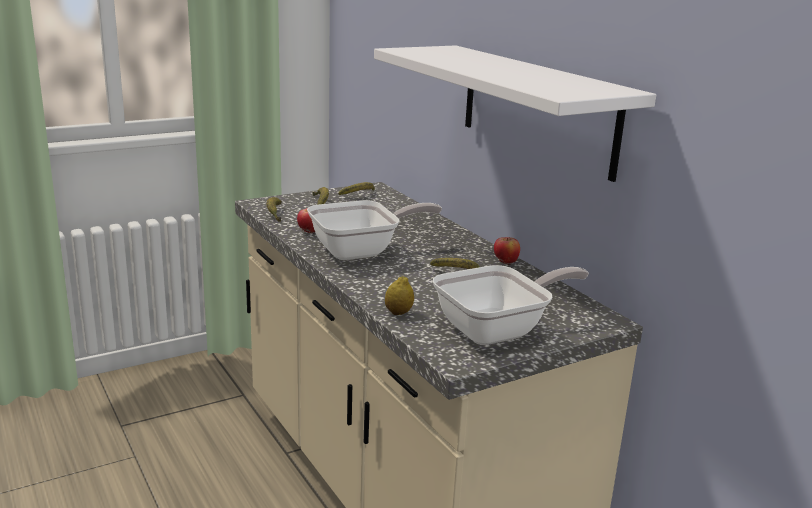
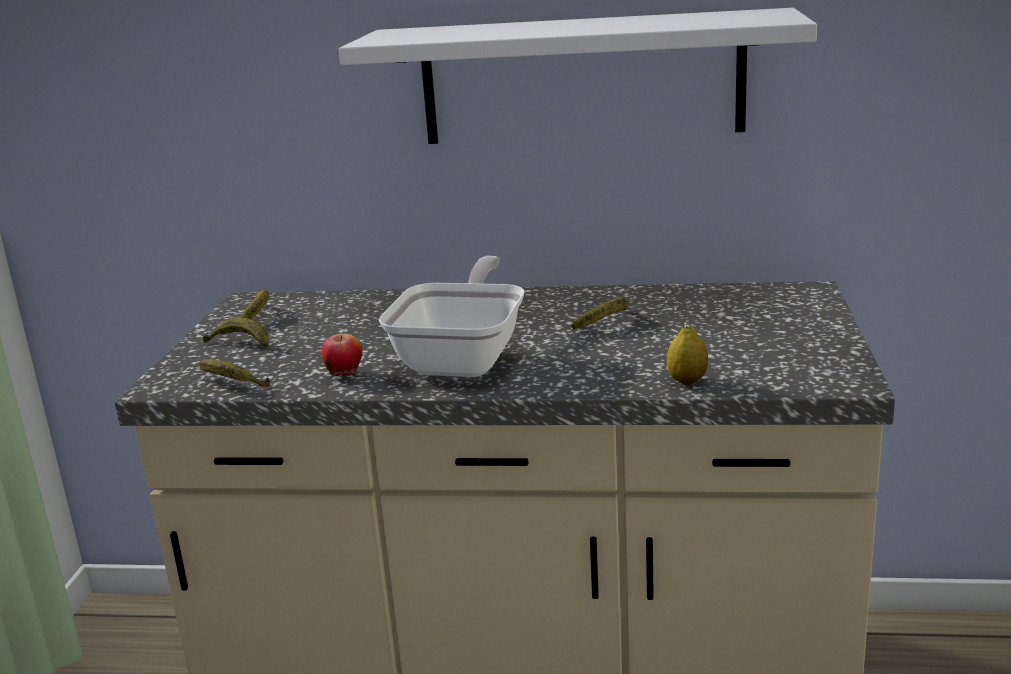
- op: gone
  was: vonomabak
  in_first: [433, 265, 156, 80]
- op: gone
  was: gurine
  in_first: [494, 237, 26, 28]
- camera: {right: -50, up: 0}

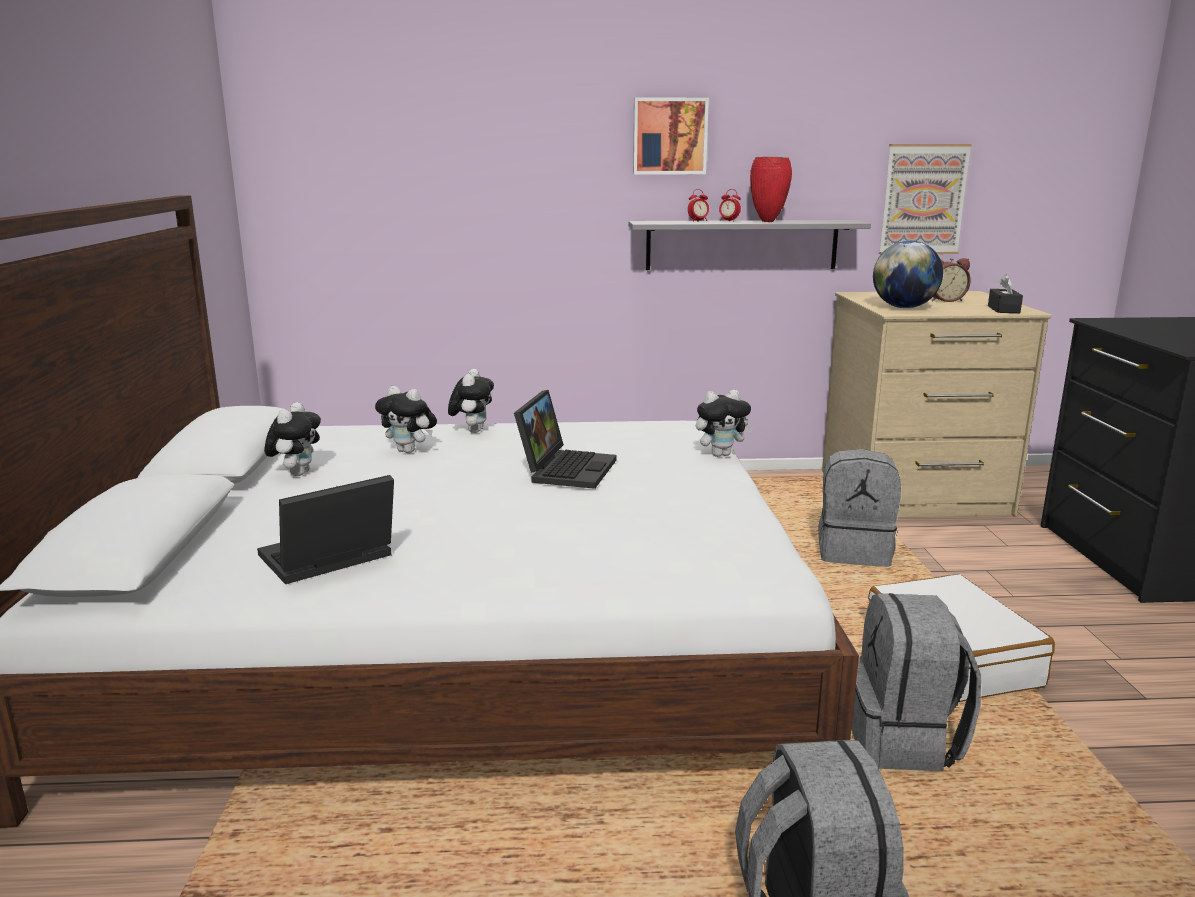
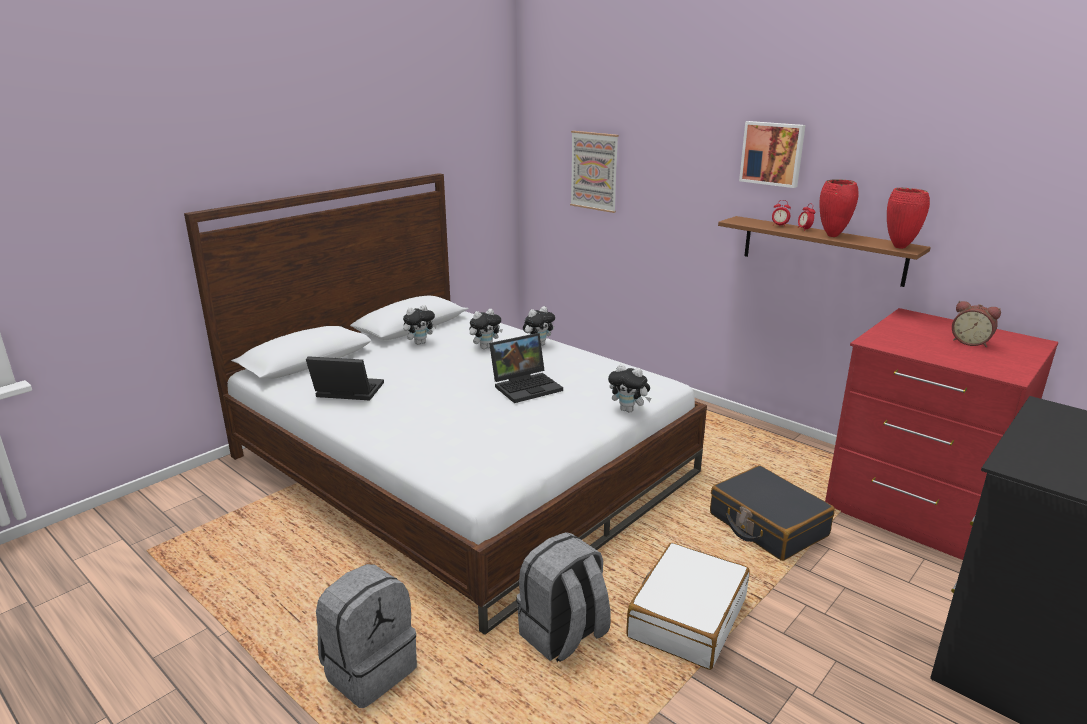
- op: rotated
  was: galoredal
  in_first: [375, 386, 62, 67]
  in_second: [470, 309, 33, 40]
  clockwise: -105
- op: repainted
  was: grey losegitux
  now: brown losegitux
  in_first: [629, 220, 242, 50]
  in_second: [718, 216, 213, 71]
- op: swapped
  was: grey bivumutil
  now: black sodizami
  in_first: [818, 449, 83, 118]
  in_second: [710, 465, 125, 96]
- op: repainted
  was: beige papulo
  now: red papulo
  in_first: [822, 291, 230, 226]
  in_second: [825, 308, 234, 252]
- op: gone
  was: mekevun
  in_first: [873, 241, 70, 67]
- op: shifted
  was: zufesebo
  in_first: [879, 144, 93, 110]
  in_second: [570, 131, 49, 82]
- op: gone
  was: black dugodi
  in_first: [988, 274, 35, 39]
- op: new
  now: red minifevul
  in_second: [887, 188, 43, 61]
- camera: {right: 45, up: 5}

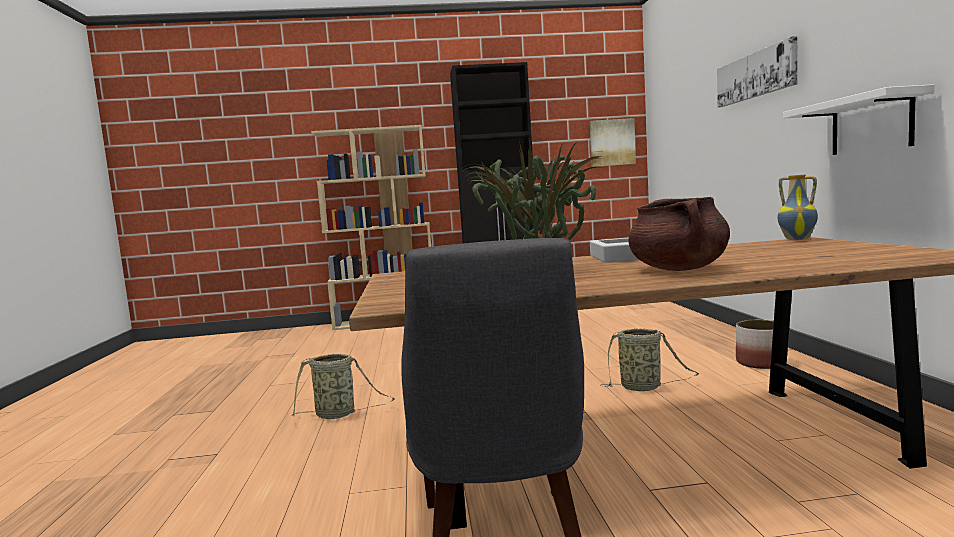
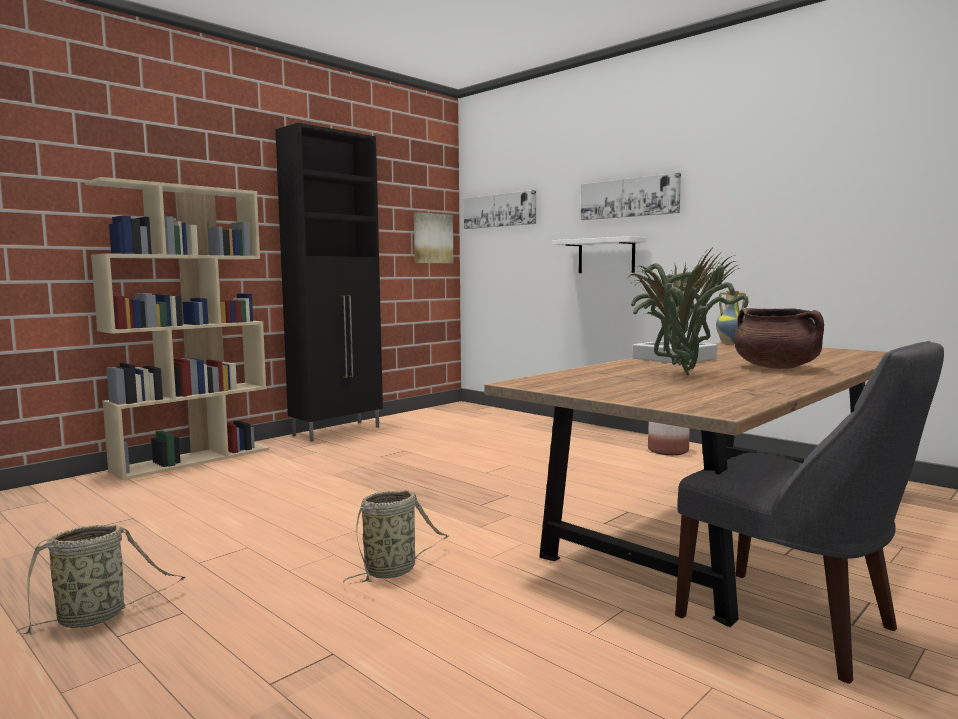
- op: shifted
  was: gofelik
  in_first: [600, 328, 99, 63]
  in_second: [16, 525, 170, 110]
- op: shifted
  was: white losegitux
  in_first: [783, 84, 152, 71]
  in_second: [552, 236, 95, 37]
- op: new
  now: zufesebo
  in_second: [464, 190, 72, 39]
- camera: {right: -40, up: 0}

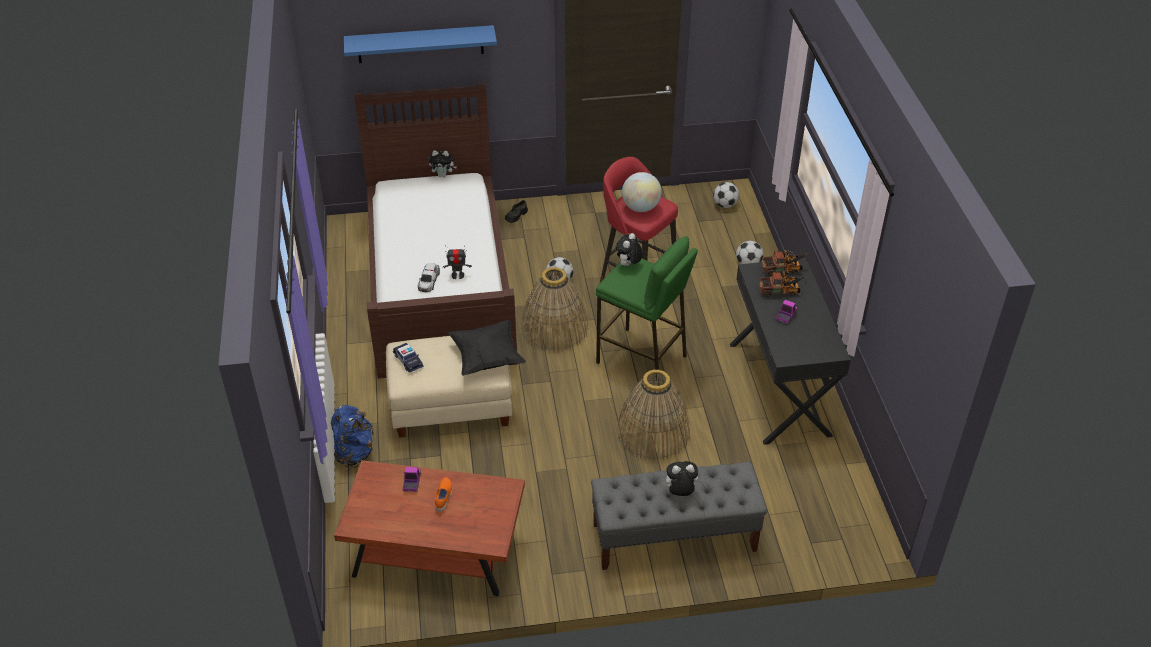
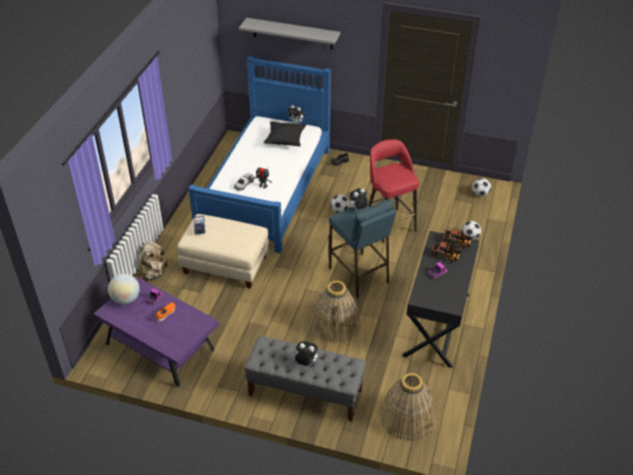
- op: repainted
  was: blue bivumutil
  now: beige bivumutil
  in_first: [331, 405, 42, 63]
  in_second: [139, 242, 29, 40]
- op: repainted
  was: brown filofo
  now: purple filofo
  in_first: [334, 460, 191, 136]
  in_second: [93, 276, 126, 111]
- op: repainted
  was: blue losegitux
  now: grey losegitux
  in_first: [344, 25, 153, 38]
  in_second: [239, 18, 101, 31]
- op: repainted
  was: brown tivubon
  now: blue tivubon
  in_first: [354, 83, 163, 296]
  in_second: [188, 56, 143, 197]
- op: shifted
  was: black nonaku
  in_first: [449, 320, 77, 56]
  in_second: [263, 121, 43, 26]
- op: shifted
  was: gofelik
  in_first: [522, 267, 66, 85]
  in_second: [380, 373, 56, 68]
- op: repainted
  was: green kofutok
  now: blue kofutok
  in_first: [596, 236, 102, 150]
  in_second: [329, 199, 67, 99]
- op: shifted
  was: mekevun
  in_first: [622, 172, 40, 40]
  in_second: [108, 274, 32, 31]
- camera: {right: 25, up: 0}

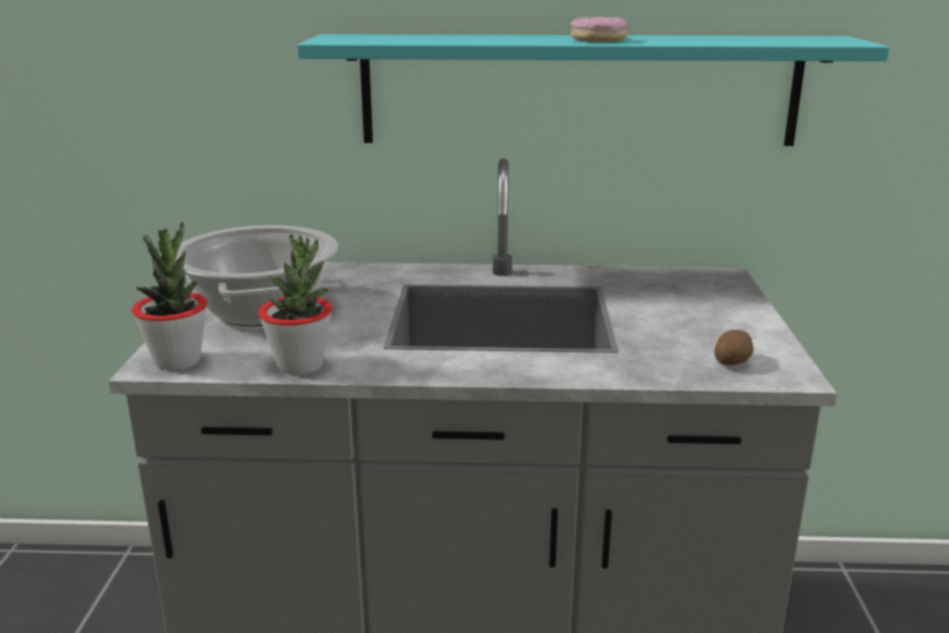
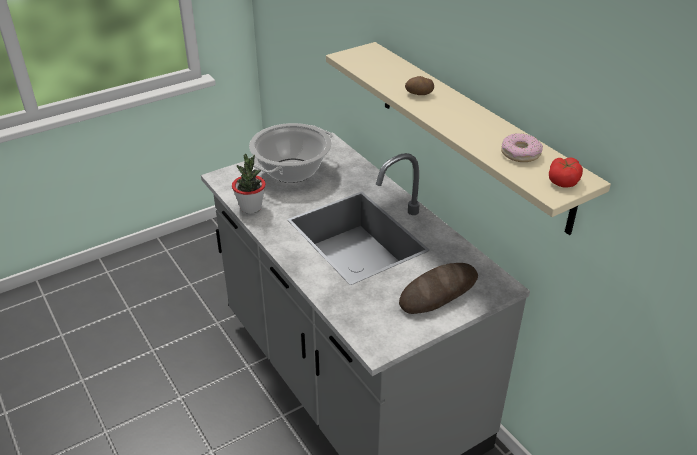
- op: gone
  was: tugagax
  in_first: [132, 222, 75, 148]
- op: repainted
  was: turquoise losegitux
  now: beige losegitux
  in_first: [297, 34, 593, 112]
  in_second: [326, 42, 285, 193]
- op: shifted
  was: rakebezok
  in_first: [570, 16, 59, 26]
  in_second: [501, 133, 42, 29]
- op: shifted
  was: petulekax
  in_first: [714, 330, 39, 35]
  in_second: [405, 76, 29, 19]
- op: new
  now: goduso
  in_second: [399, 263, 79, 51]
- op: new
  now: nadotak
  in_second: [549, 157, 34, 31]
- camera: {right: 55, up: 15}

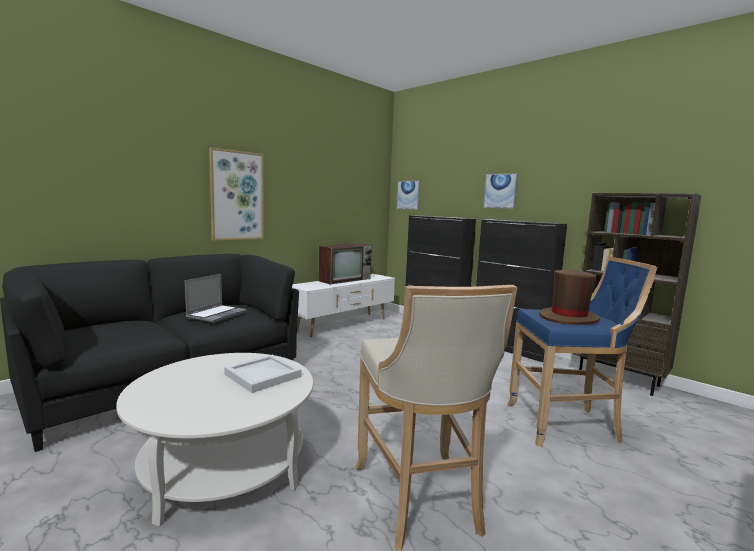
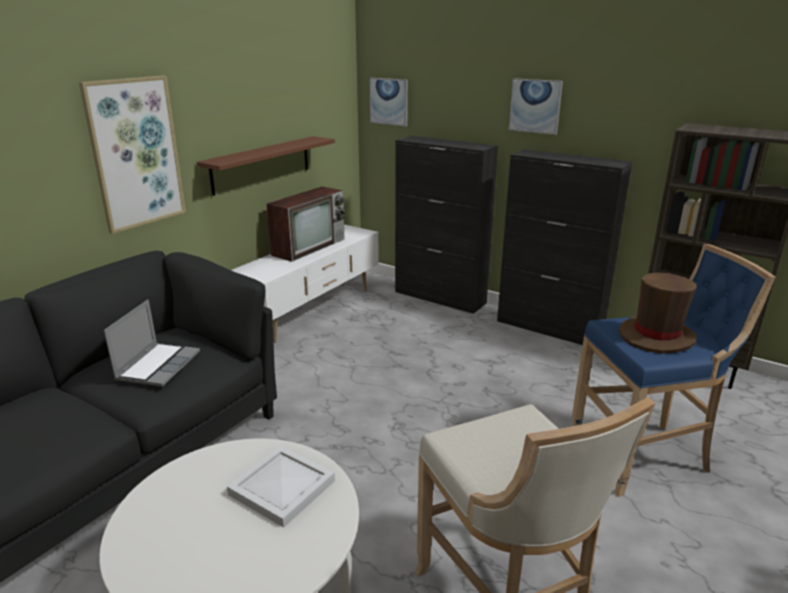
- op: new
  now: brown losegitux
  in_second: [196, 136, 139, 60]
- camera: {right: -10, up: 15}

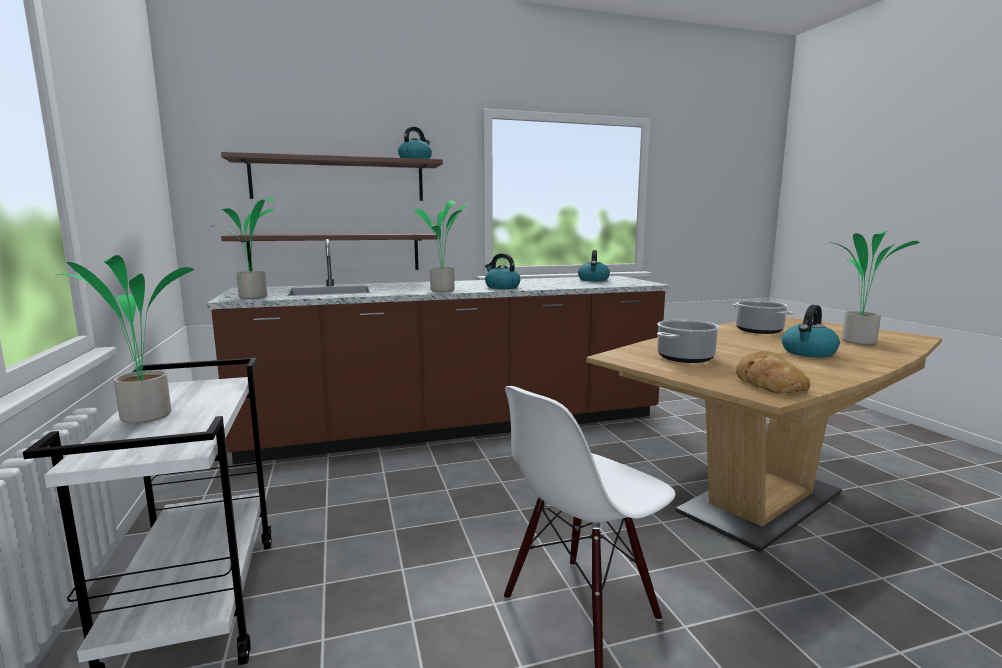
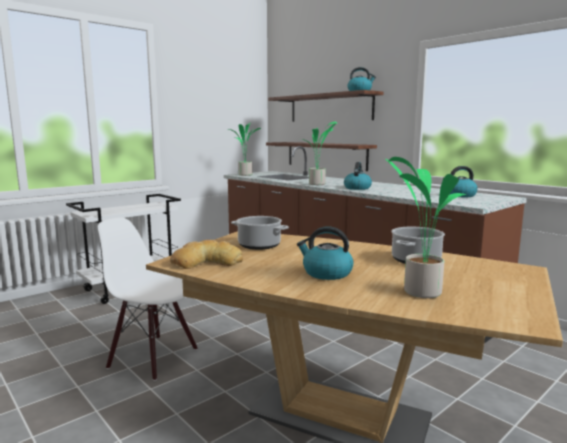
- op: gone
  was: tugagax
  in_first: [55, 255, 139, 169]
- camera: {right: 65, up: 0}

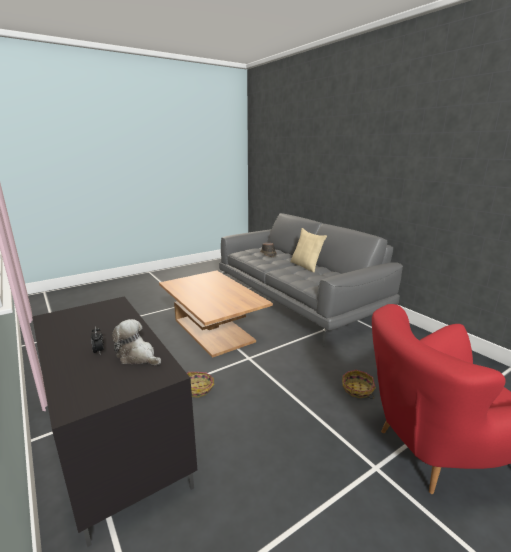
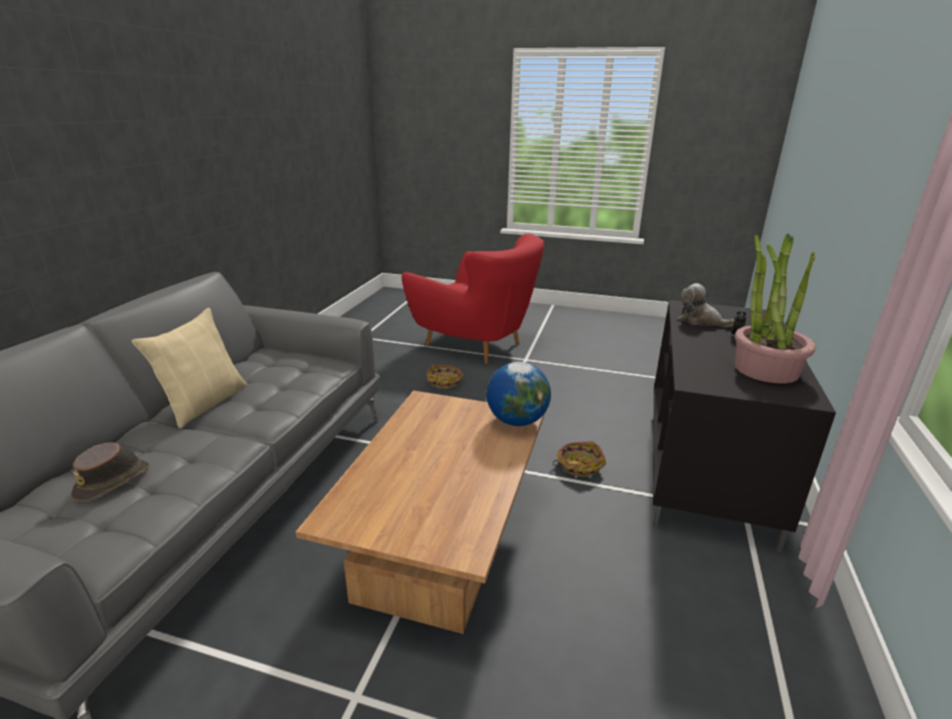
- op: rotated
  was: galoredal
  in_first: [112, 319, 49, 46]
  in_second: [678, 283, 56, 44]
  clockwise: 135
- op: new
  now: mekevun
  in_second: [487, 362, 64, 64]
- op: new
  now: tugagax
  in_second: [734, 233, 82, 150]
- camera: {right: -130, up: 5}

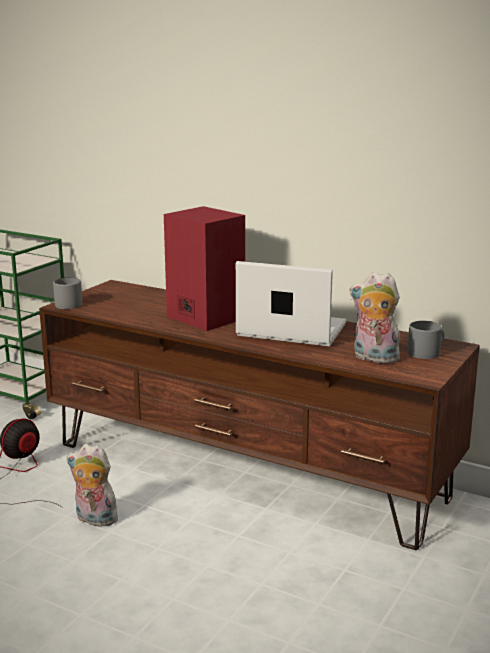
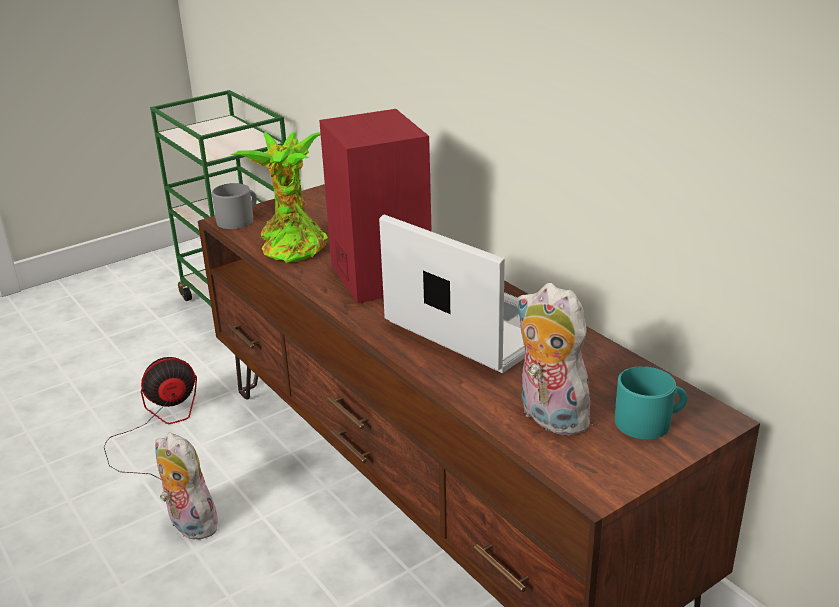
- op: repainted
  was: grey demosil
  now: turquoise demosil
  in_first: [408, 321, 36, 38]
  in_second: [615, 366, 72, 73]
- op: new
  now: tugagax
  in_second: [230, 131, 98, 132]
- camera: {right: 25, up: 10}

